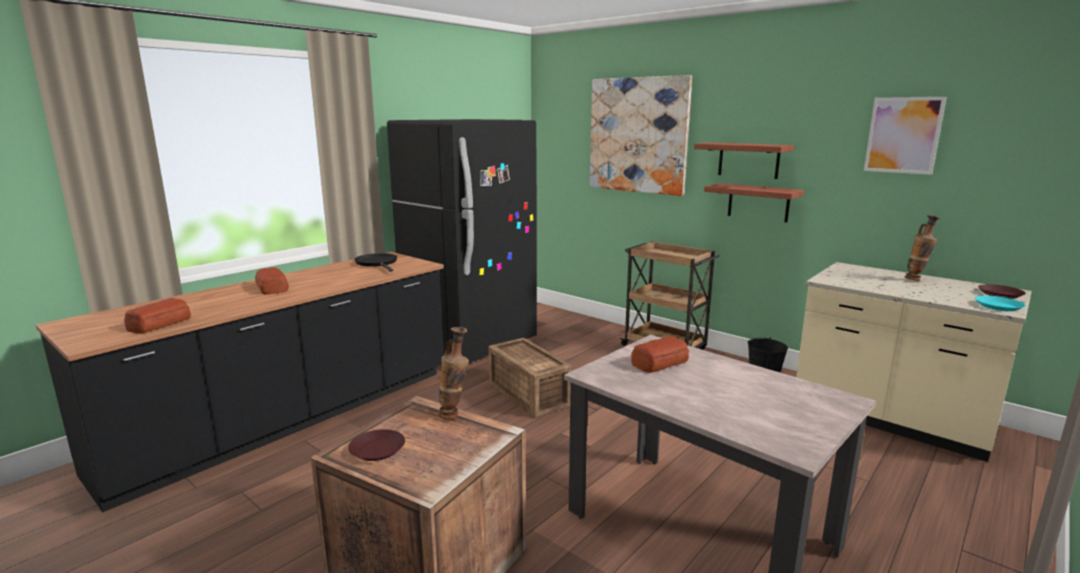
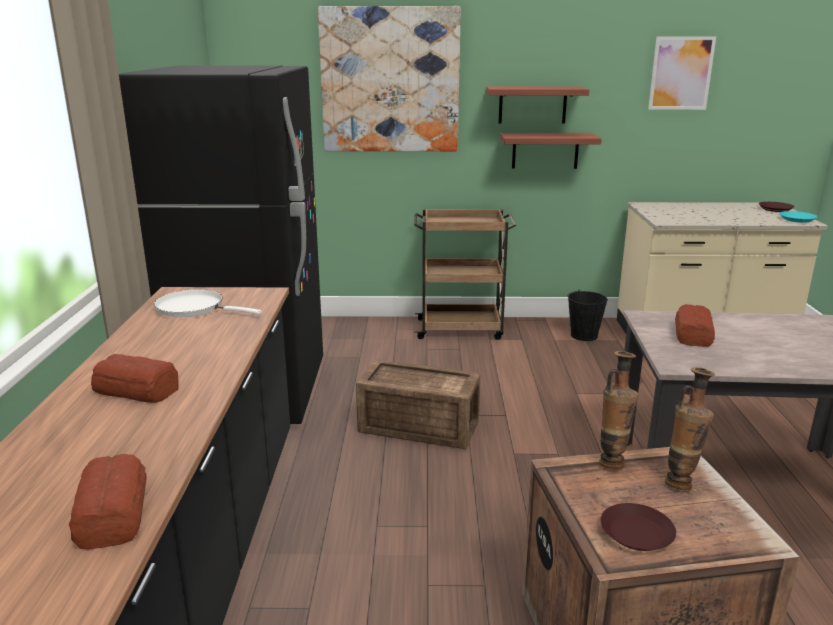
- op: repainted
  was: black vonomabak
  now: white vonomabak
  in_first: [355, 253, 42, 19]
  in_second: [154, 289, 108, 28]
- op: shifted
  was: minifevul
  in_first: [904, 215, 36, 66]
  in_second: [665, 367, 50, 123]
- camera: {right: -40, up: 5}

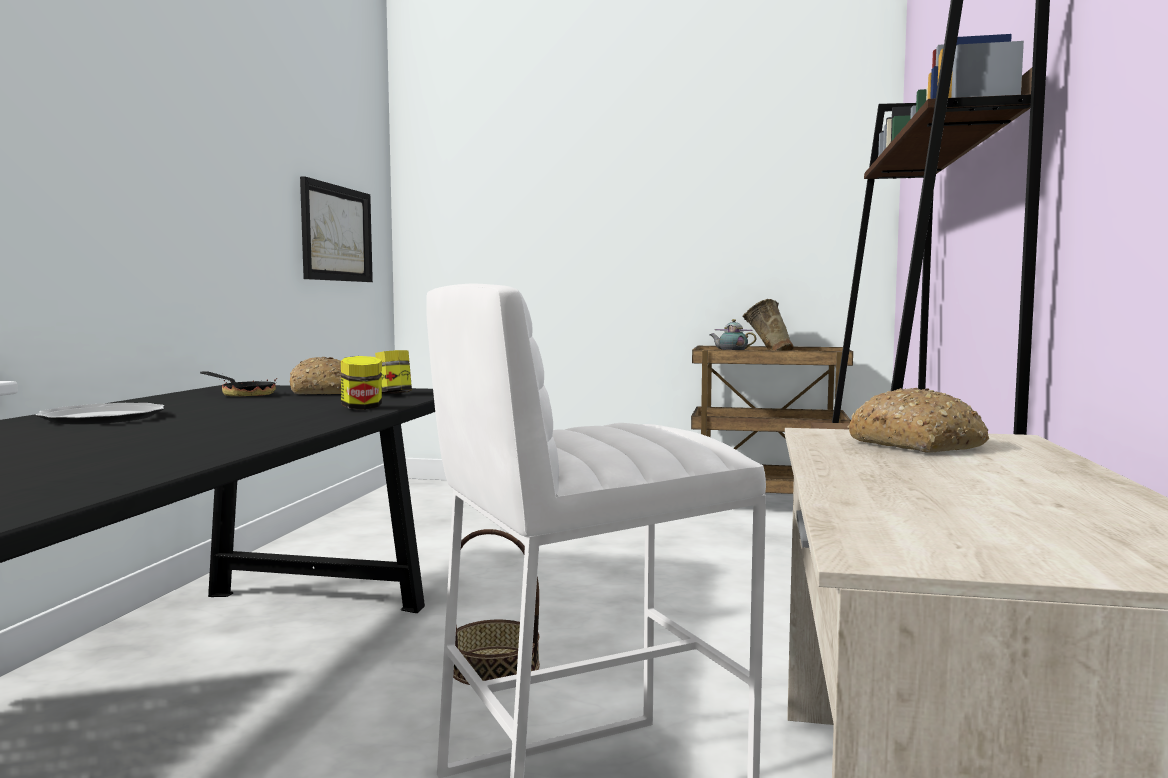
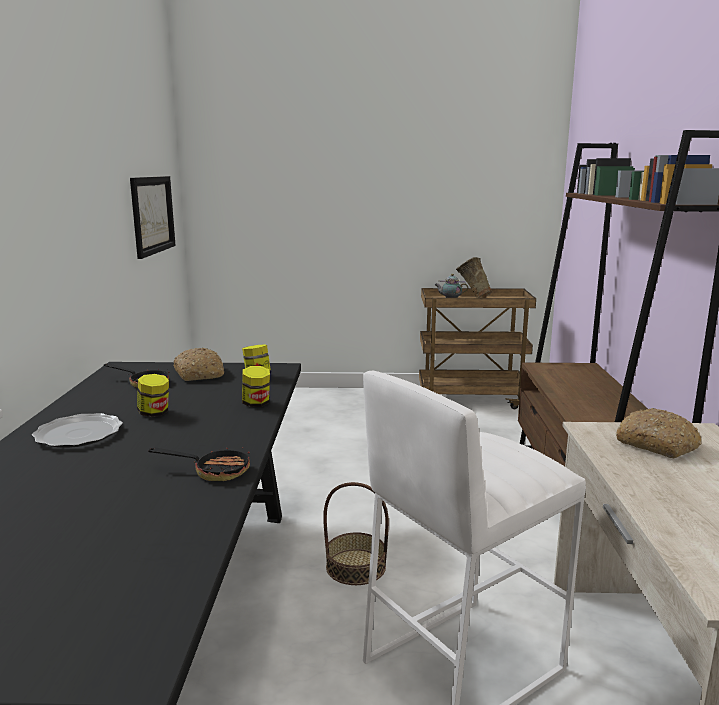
- op: new
  now: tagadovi
  in_second: [137, 374, 32, 43]
- op: new
  now: vonomabak
  in_second: [148, 447, 102, 34]
- camera: {right: -10, up: 10}

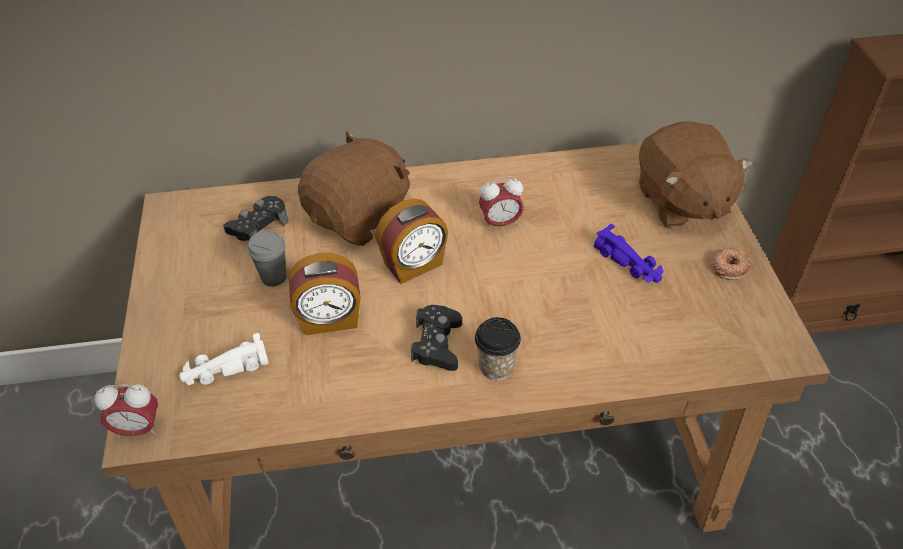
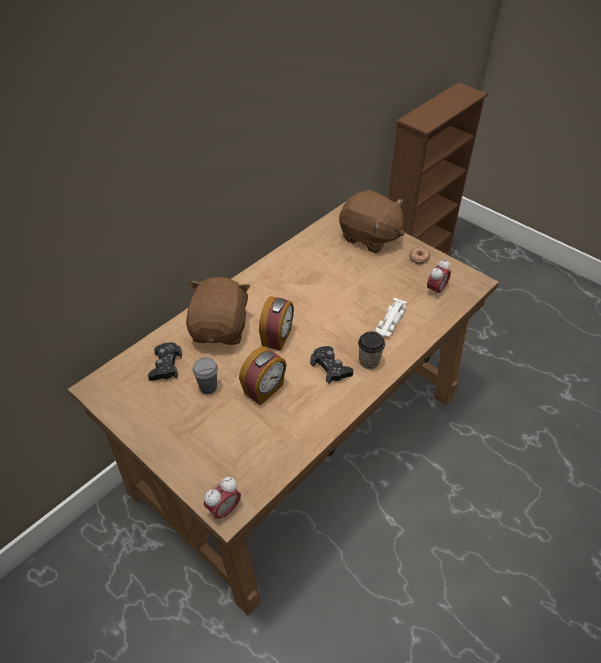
- op: shifted
  was: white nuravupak
  in_first: [179, 333, 90, 52]
  in_second: [376, 298, 31, 39]
- op: shifted
  was: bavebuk
  in_first: [479, 176, 45, 55]
  in_second: [427, 259, 24, 39]
- op: gone
  was: purple nuravupak
  in_first: [594, 224, 69, 59]
- camera: {right: -40, up: 0}

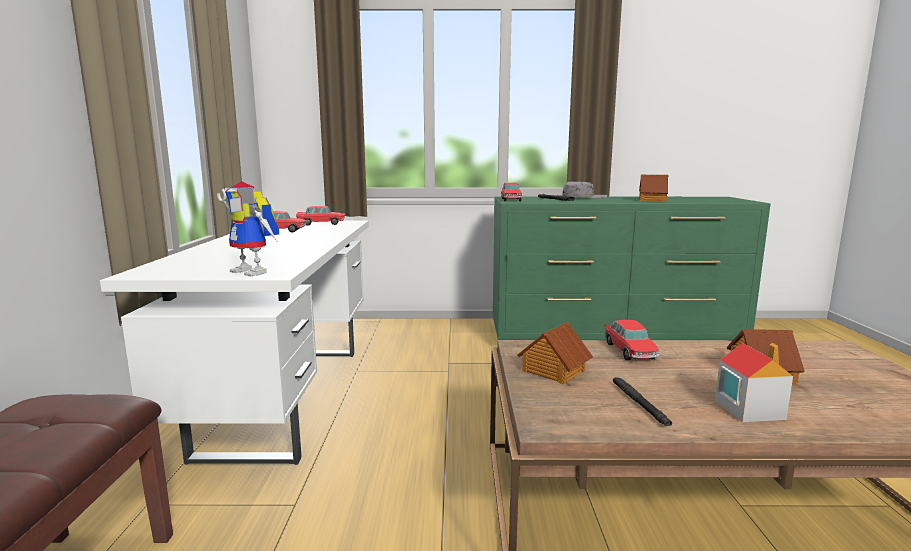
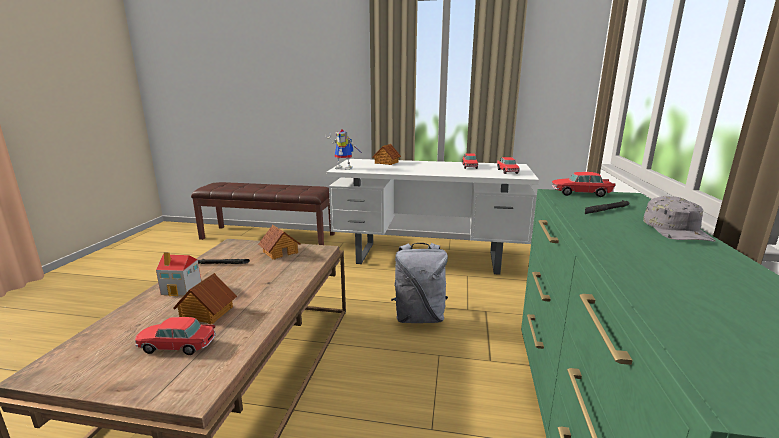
- op: rotated
  was: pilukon
  in_first: [217, 182, 62, 94]
  in_second: [325, 129, 38, 41]
  clockwise: -120
- op: shifted
  was: nuravupak
  in_first: [605, 320, 54, 40]
  in_second: [135, 317, 81, 38]
- op: shifted
  was: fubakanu
  in_first: [639, 175, 29, 27]
  in_second: [372, 144, 29, 21]
- op: new
  now: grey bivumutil
  in_second: [391, 243, 57, 80]
- camera: {right: 100, up: 5}

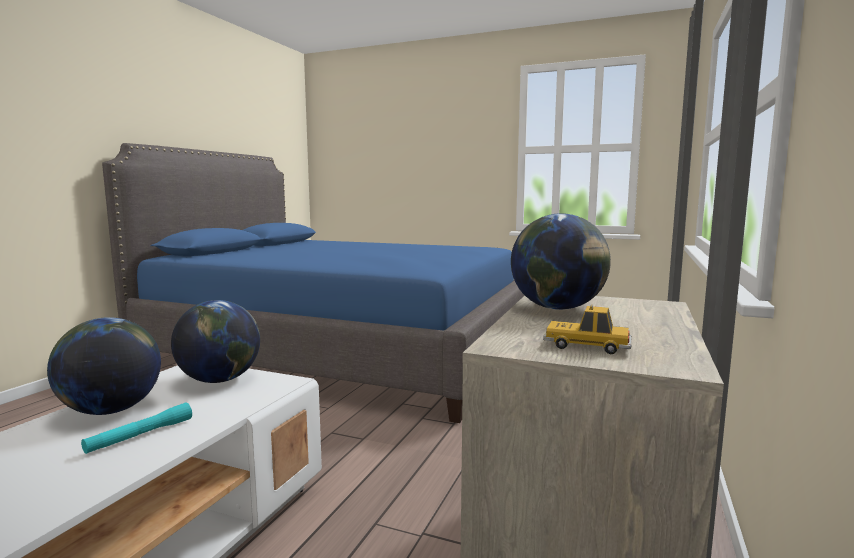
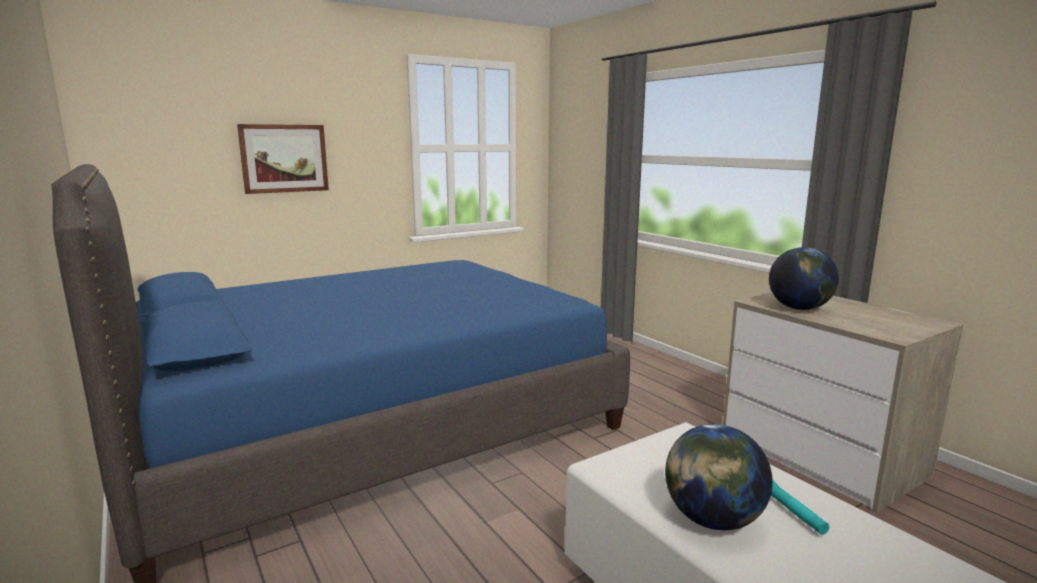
- op: gone
  was: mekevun
  in_first: [171, 300, 89, 83]
- op: gone
  was: nuravupak
  in_first: [543, 304, 89, 50]
- op: new
  now: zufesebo
  in_second: [237, 124, 92, 70]
- camera: {right: -55, up: 5}

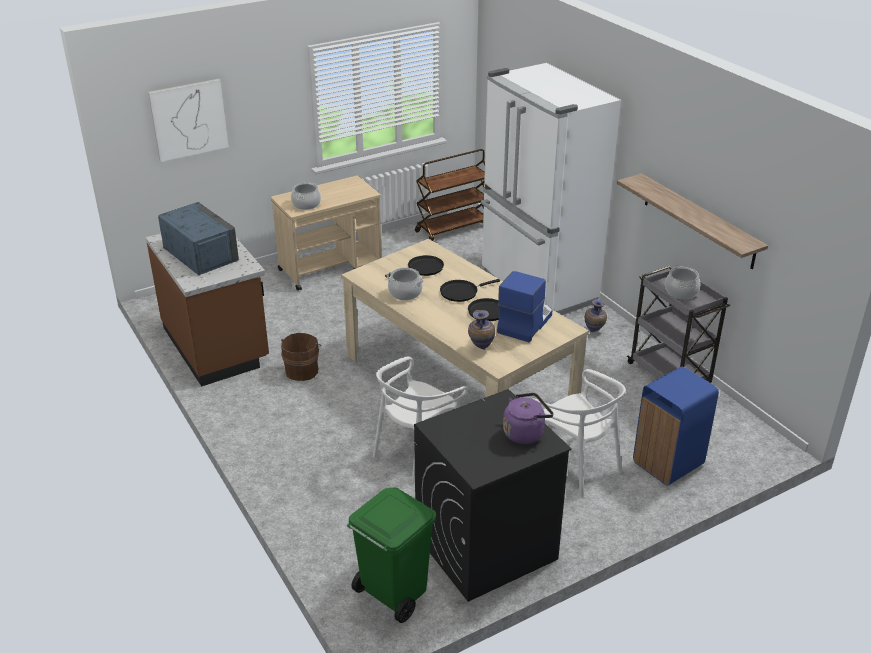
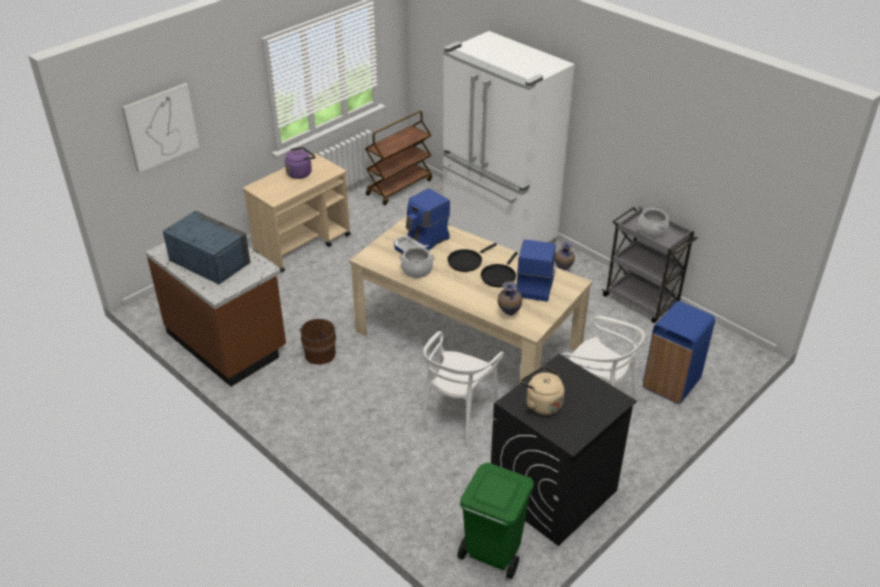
- op: gone
  was: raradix
  in_first: [291, 182, 30, 28]
- op: swapped
  was: black vonomabak
  now: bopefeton
  in_first: [385, 255, 59, 23]
  in_second: [394, 188, 56, 66]
- op: shifted
  was: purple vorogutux
  in_first: [503, 393, 51, 51]
  in_second: [285, 147, 30, 32]
- op: gone
  was: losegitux
  in_first: [617, 173, 151, 96]
- op: new
  now: beige vorogutux
  in_second: [520, 366, 45, 49]
- camera: {right: -15, up: 5}

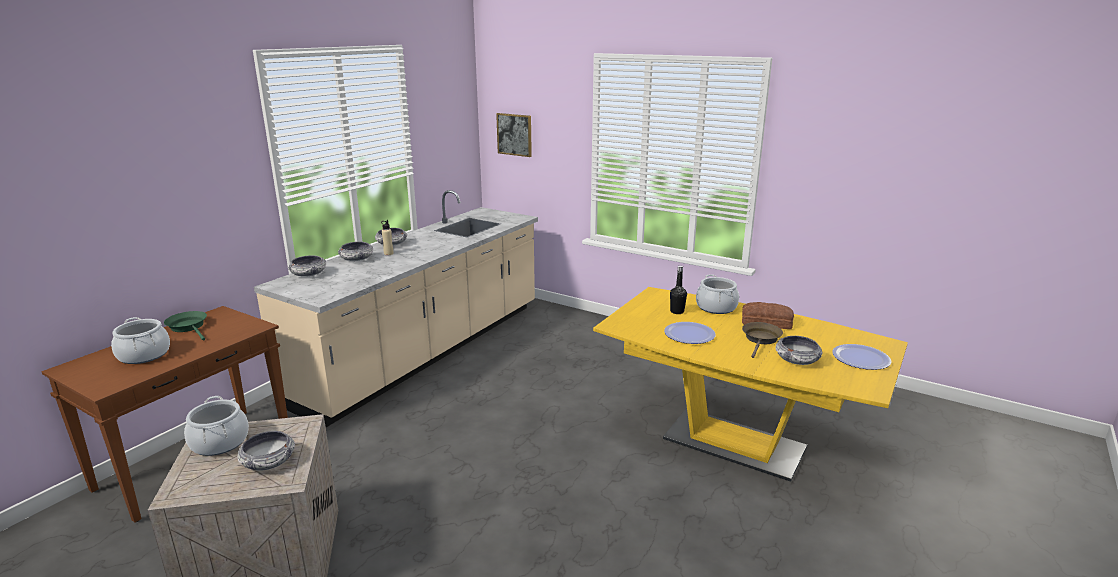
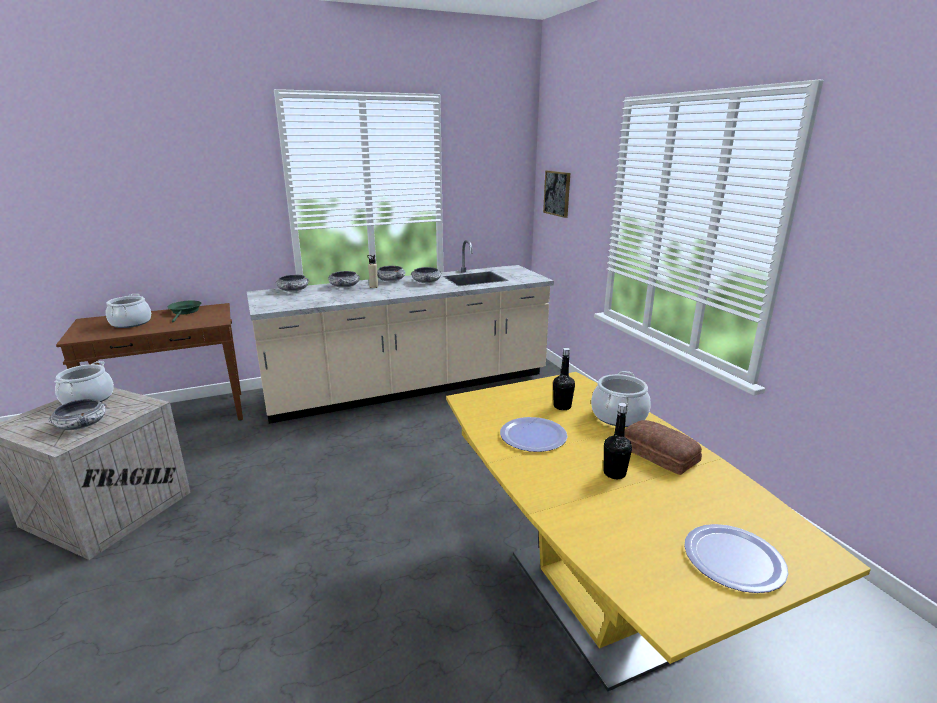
- op: swapped
  was: brown vonomabak
  now: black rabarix
  in_first: [742, 322, 41, 36]
  in_second: [604, 403, 28, 76]
- op: shifted
  was: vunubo
  in_first: [776, 336, 47, 29]
  in_second: [412, 267, 30, 16]
- camera: {right: 35, up: 0}

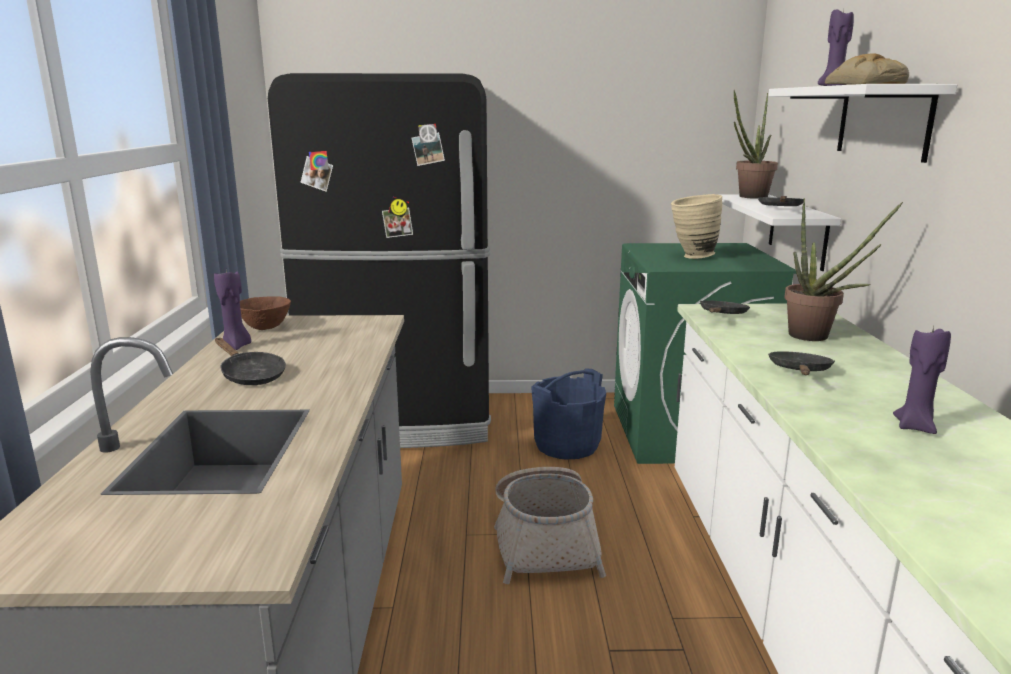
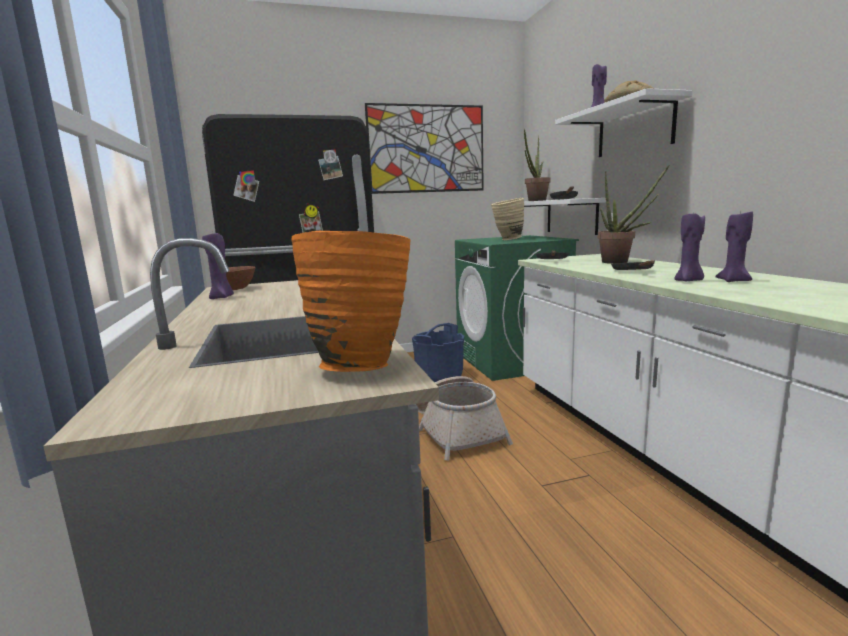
- op: gone
  was: black vonomabak
  in_first: [215, 338, 71, 47]
- op: new
  now: orange minifevul
  in_second: [291, 231, 119, 141]
- op: new
  now: zufesebo
  in_second: [365, 103, 119, 91]
- op: new
  now: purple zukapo
  in_second: [674, 214, 31, 67]
- camera: {right: -15, up: -5}

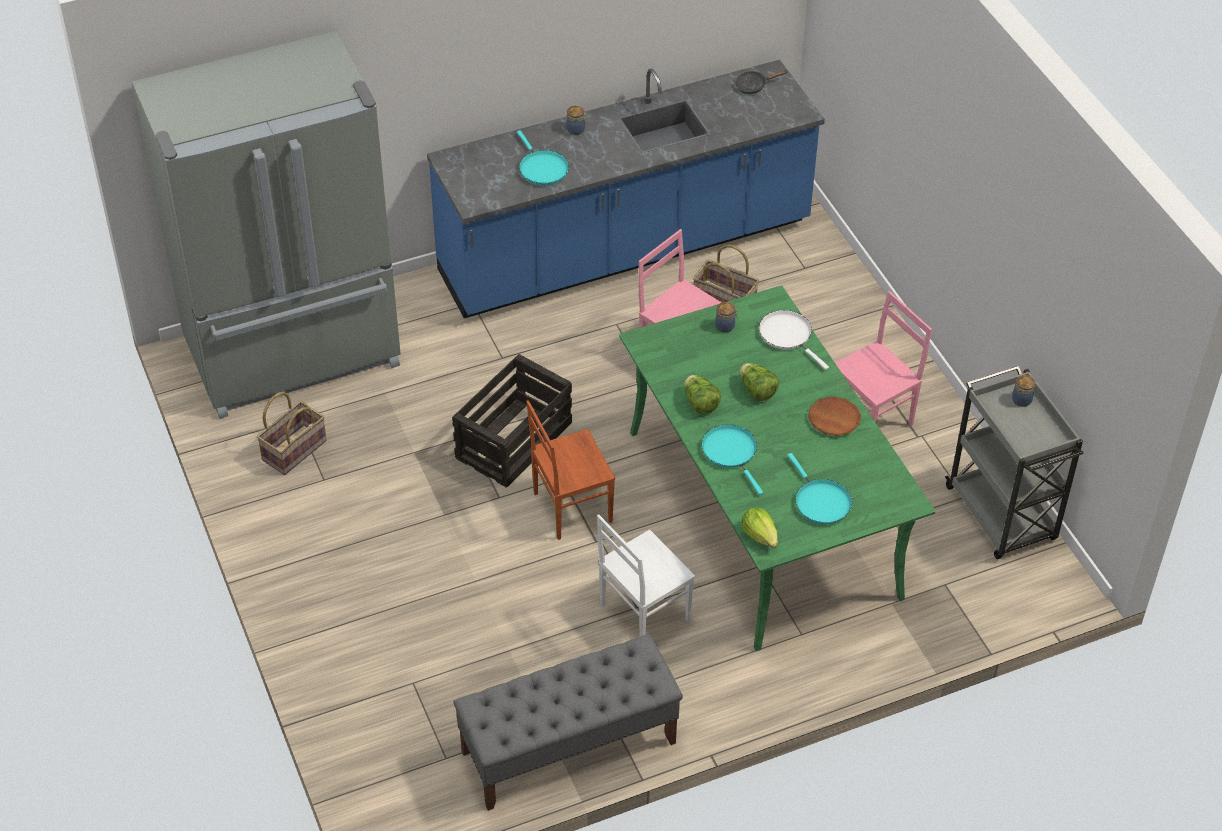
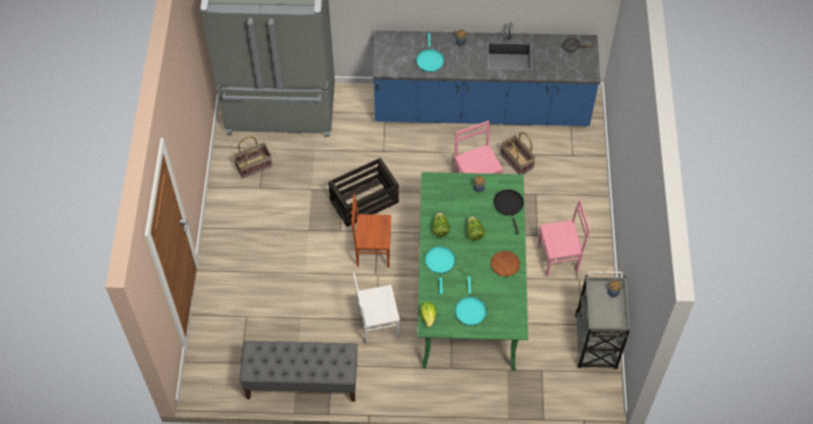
- op: repainted
  was: white vonomabak
  now: black vonomabak
  in_first: [759, 310, 70, 60]
  in_second: [494, 189, 30, 45]
- camera: {right: 25, up: 10}

